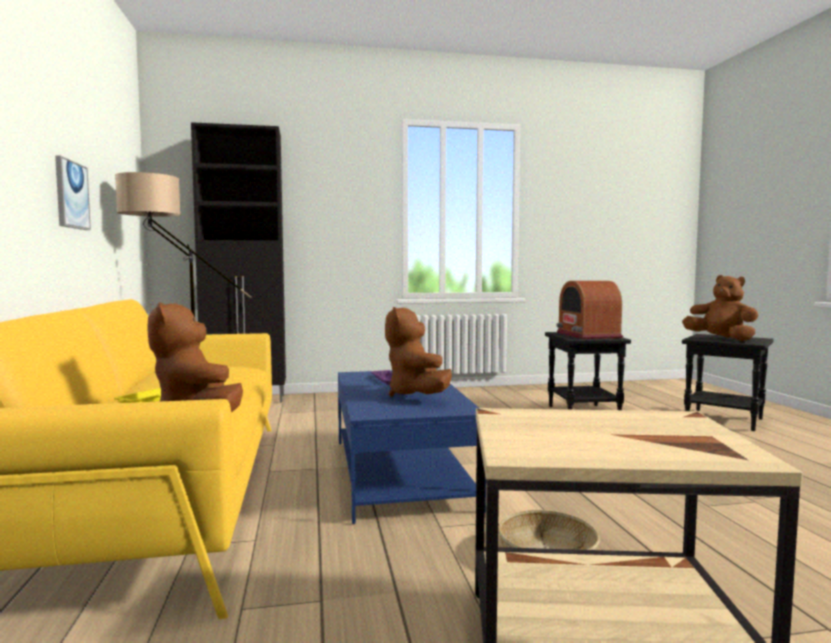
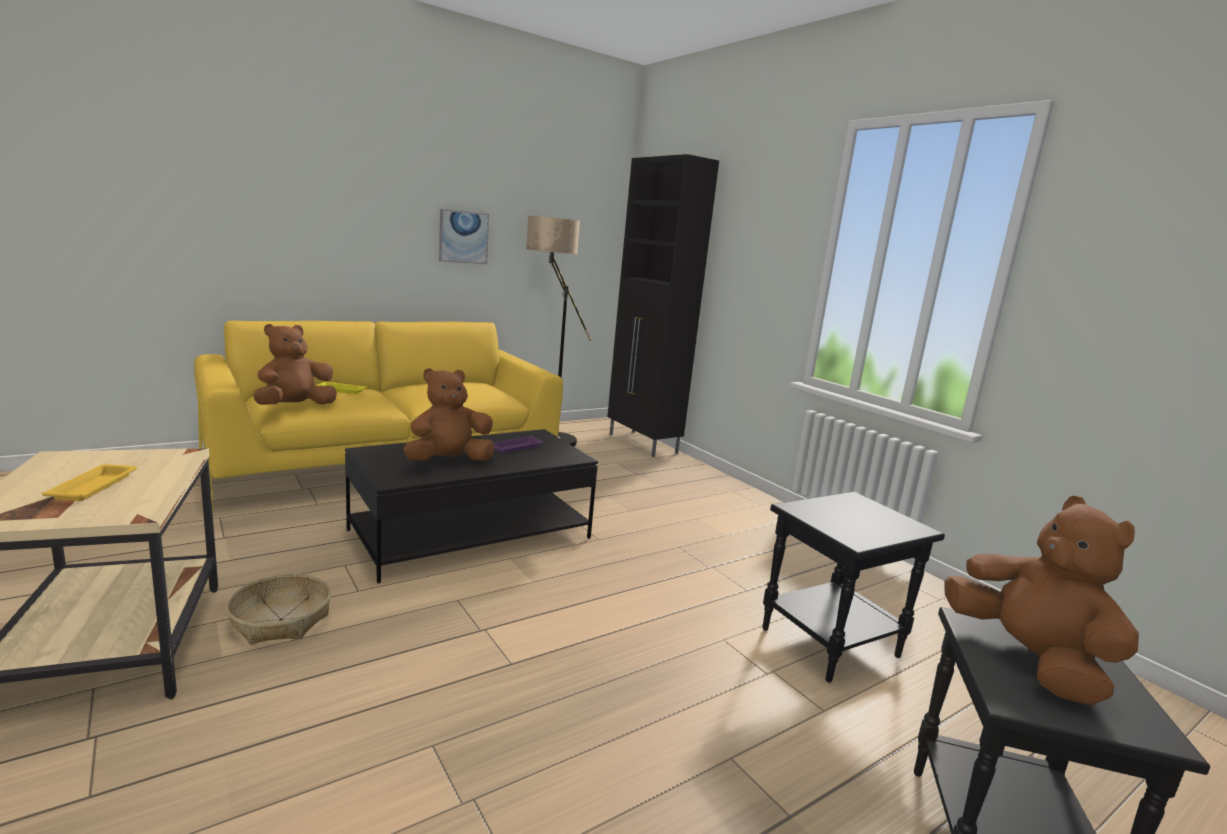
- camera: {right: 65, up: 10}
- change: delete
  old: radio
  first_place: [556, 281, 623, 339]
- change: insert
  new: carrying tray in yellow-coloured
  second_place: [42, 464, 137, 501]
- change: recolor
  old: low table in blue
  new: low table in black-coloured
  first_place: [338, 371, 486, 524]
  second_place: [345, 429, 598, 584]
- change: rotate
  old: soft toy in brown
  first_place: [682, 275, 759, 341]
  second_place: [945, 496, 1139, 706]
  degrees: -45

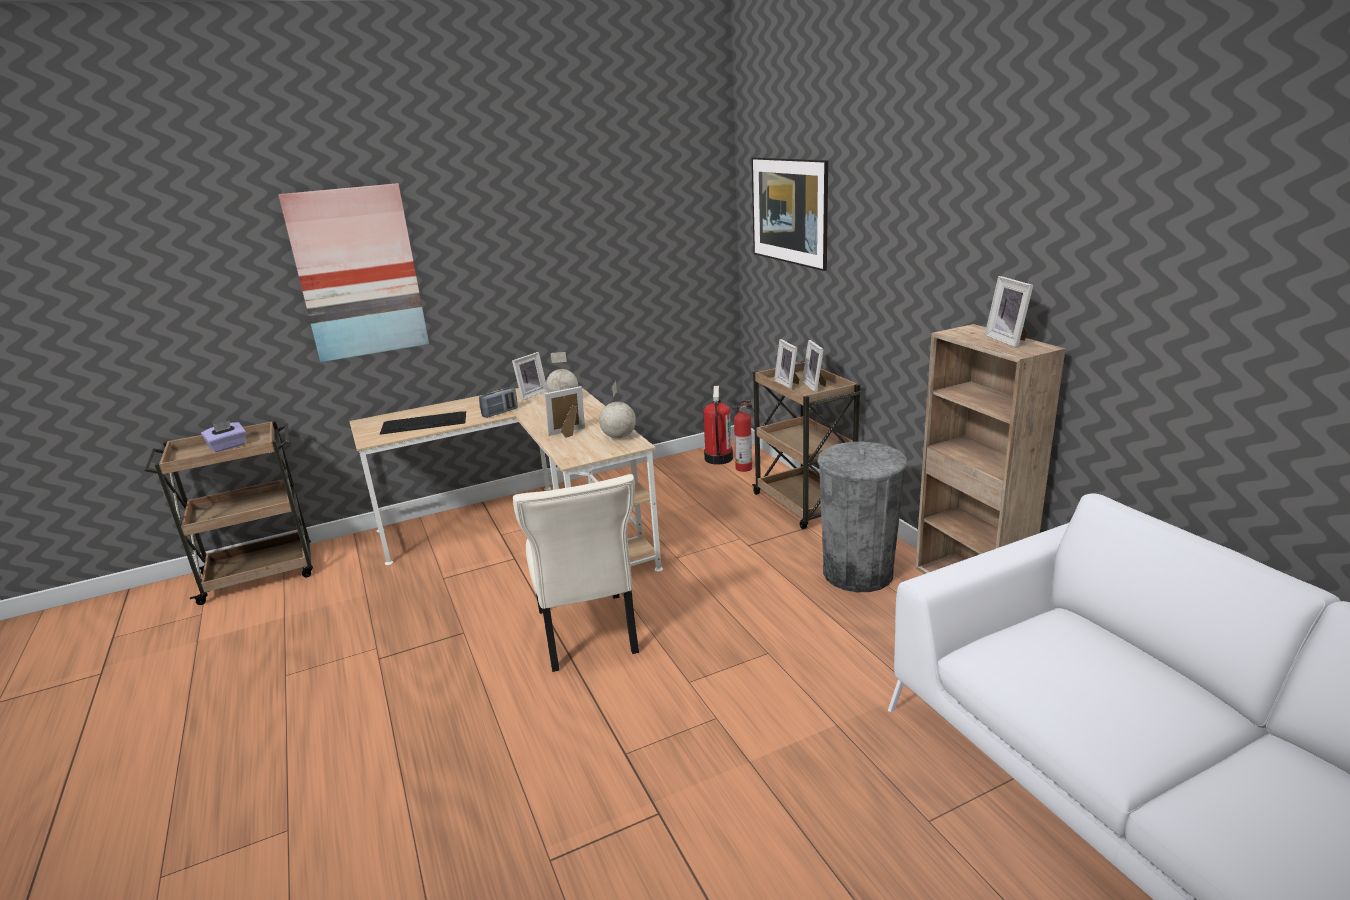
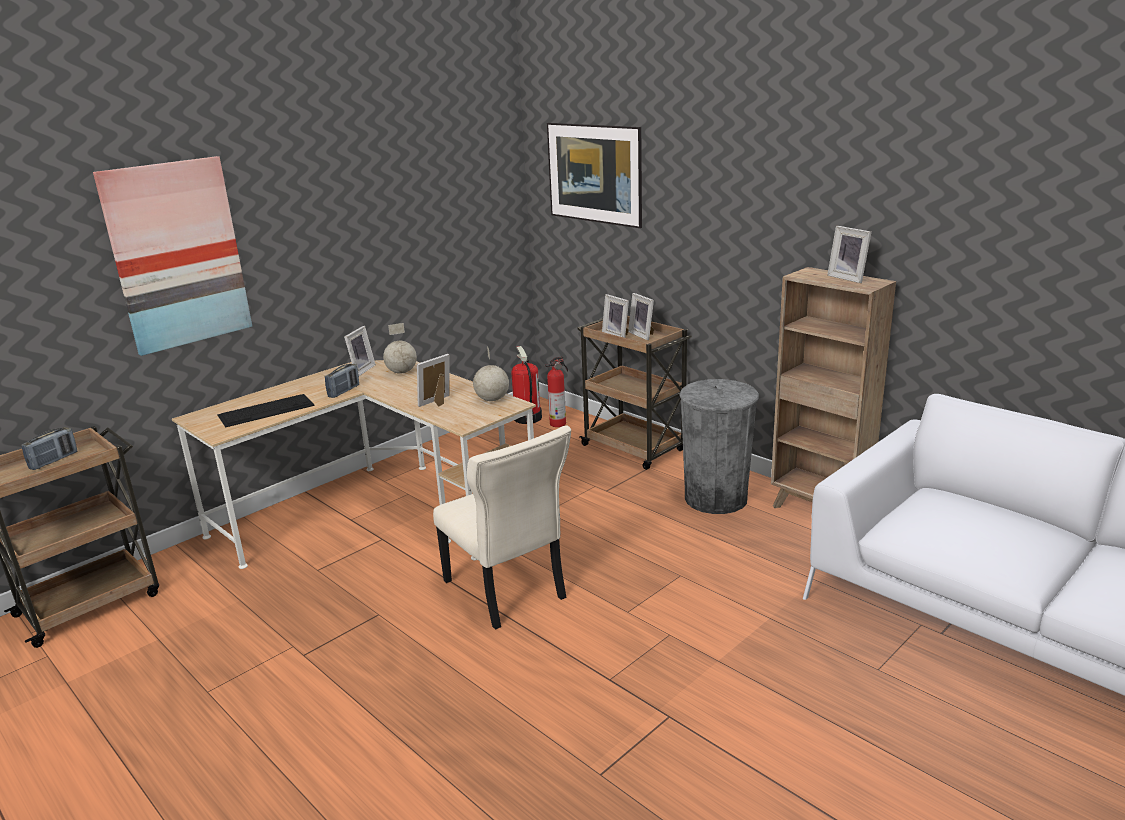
- camera: {right: -20, up: 0}
- change: replace
  old: tissue holder in purple
  new: radio
  first_place: [201, 420, 246, 452]
  second_place: [21, 427, 77, 470]

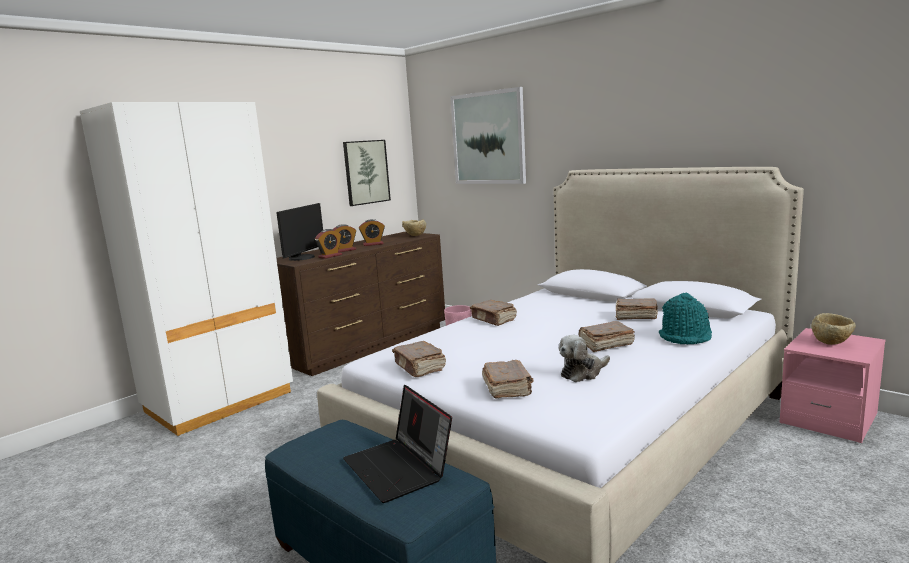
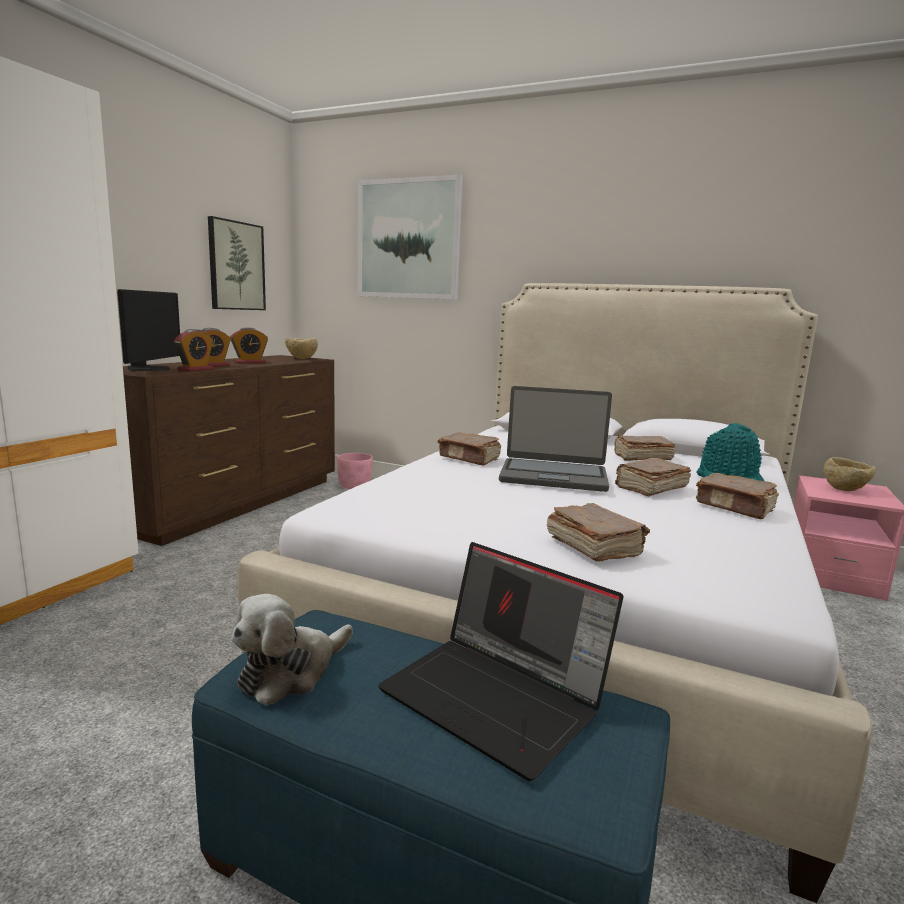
- camera: {right: -20, up: 0}
- change: insert
  new: laptop
  second_place: [499, 386, 612, 492]
- change: move
  old: book in brown
  first_place: [392, 341, 446, 377]
  second_place: [696, 473, 779, 519]
- change: move
  old: soft toy
  first_place: [559, 335, 610, 382]
  second_place: [231, 594, 353, 705]

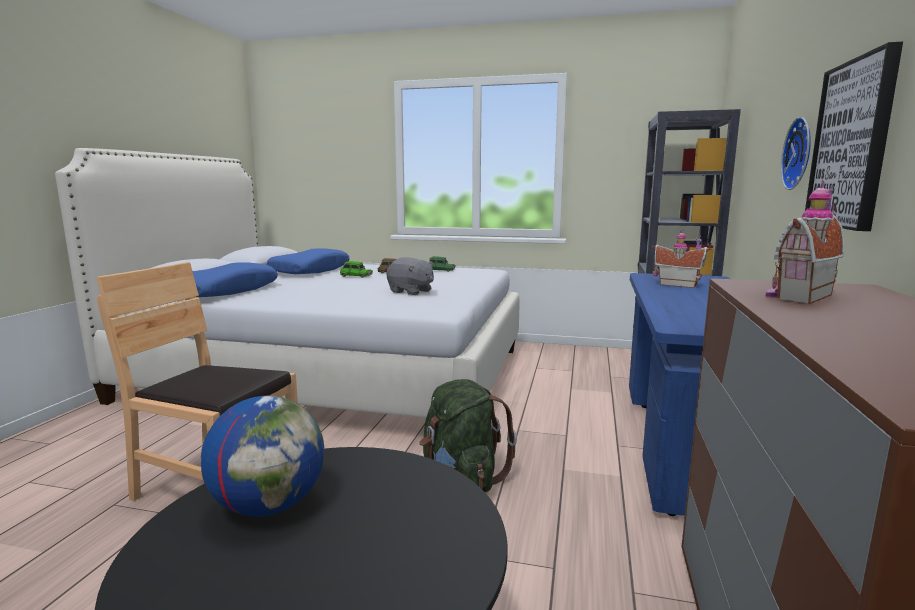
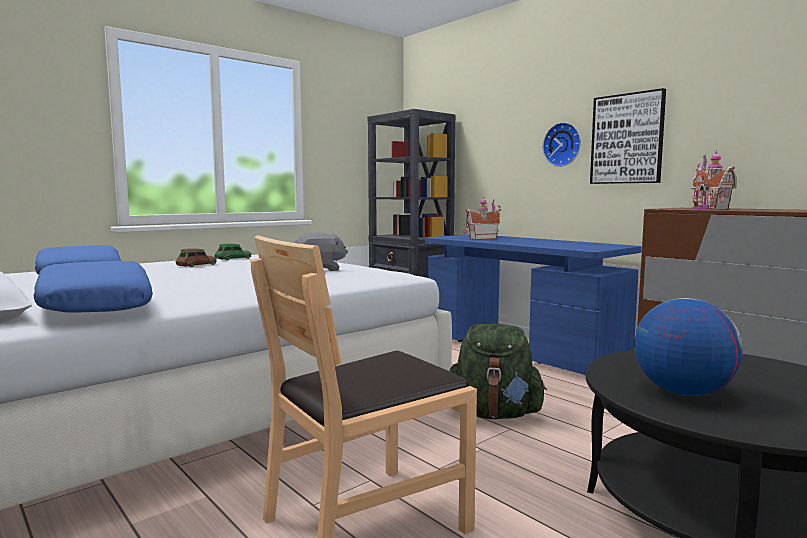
- camera: {right: -55, up: -5}
- change: delete
  old: toy car in green-coloured
  first_place: [340, 261, 373, 278]

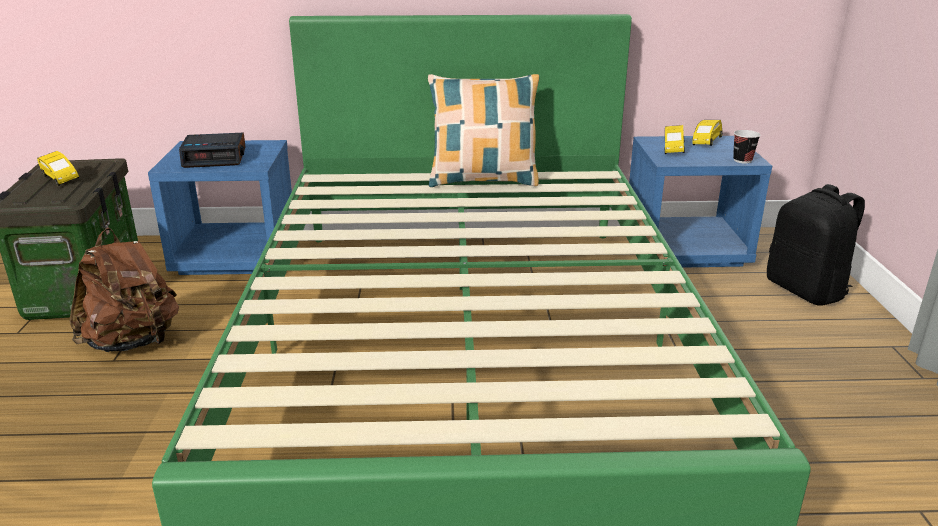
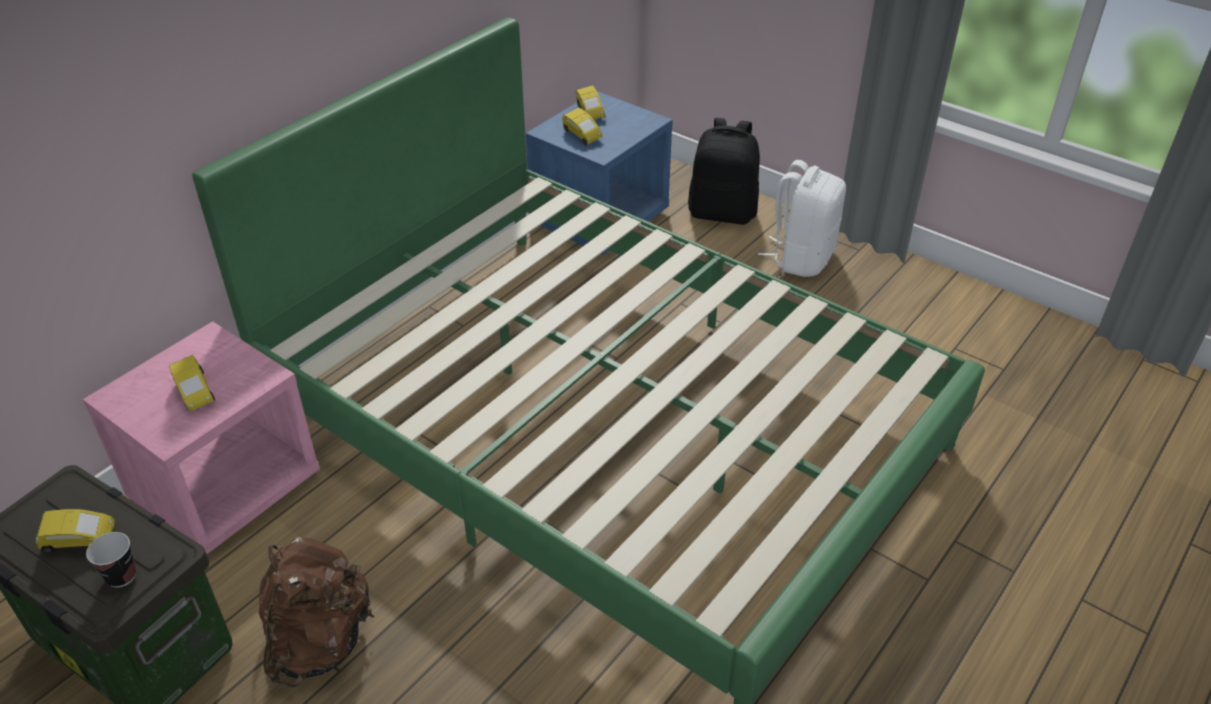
- camera: {right: -50, up: 15}
- change: delete
  old: throw pillow
  first_place: [428, 74, 540, 187]
- change: insert
  new: backpack in white
  second_place: [758, 160, 846, 277]
- change: move
  old: cup
  first_place: [733, 130, 760, 163]
  second_place: [86, 532, 136, 587]
- change: replace
  old: bedside clock
  new: toy car in yellow-coloured
  first_place: [179, 132, 246, 168]
  second_place: [169, 355, 215, 412]
- change: recolor
  old: bedside table in blue
  new: bedside table in pink-coloured
  first_place: [148, 140, 292, 275]
  second_place: [83, 321, 320, 554]

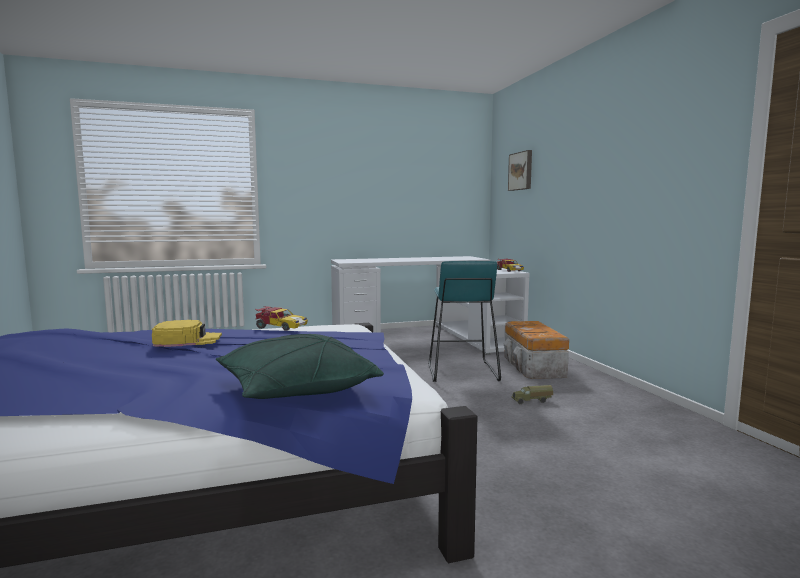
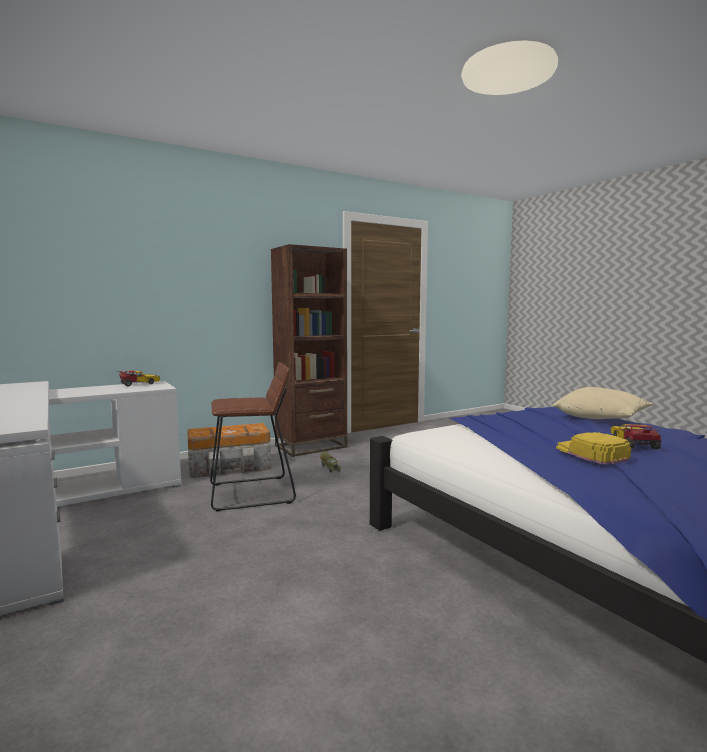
- camera: {right: -105, up: 0}
- change: delete
  old: picture
  first_place: [508, 150, 532, 191]
- change: insert
  new: bookcase in brown
  second_place: [271, 244, 348, 457]
- change: move
  old: toy car
  first_place: [255, 306, 308, 331]
  second_place: [611, 424, 661, 449]
- change: recolor
  old: throw pillow in green-coloured
  new: throw pillow in beige
  first_place: [216, 334, 384, 399]
  second_place: [553, 387, 653, 419]
- change: recolor
  old: stool seat in blue-green
  new: stool seat in brown
  first_place: [428, 261, 501, 382]
  second_place: [210, 362, 296, 511]

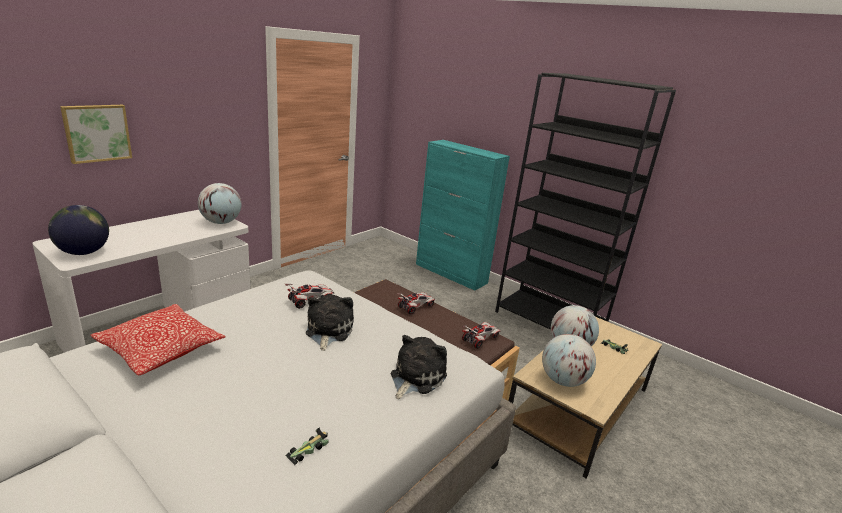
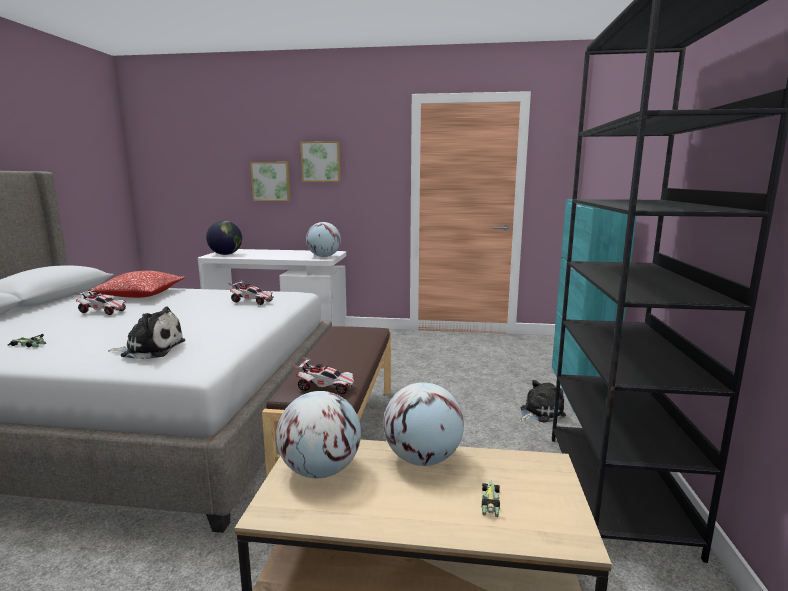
- camera: {right: 60, up: -10}
- change: insert
  new: picture
  second_place: [301, 141, 341, 182]
- change: move
  old: soft toy
  first_place: [306, 295, 354, 351]
  second_place: [519, 380, 566, 422]
- change: move
  old: toy car
  first_place: [397, 292, 435, 315]
  second_place: [74, 288, 126, 315]

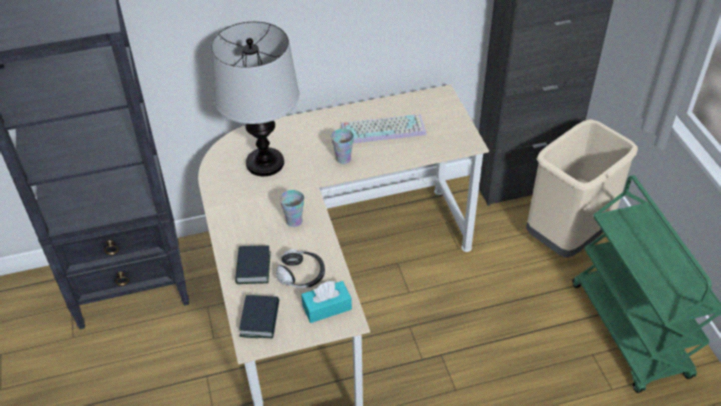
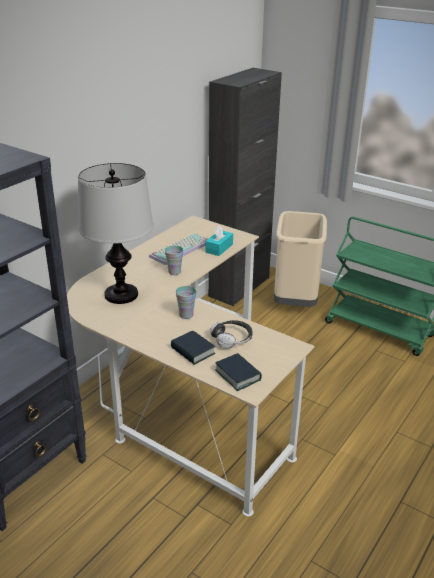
- camera: {right: -40, up: -15}
- change: move
  old: tissue holder in blue-green
  first_place: [301, 280, 352, 323]
  second_place: [206, 226, 233, 256]

